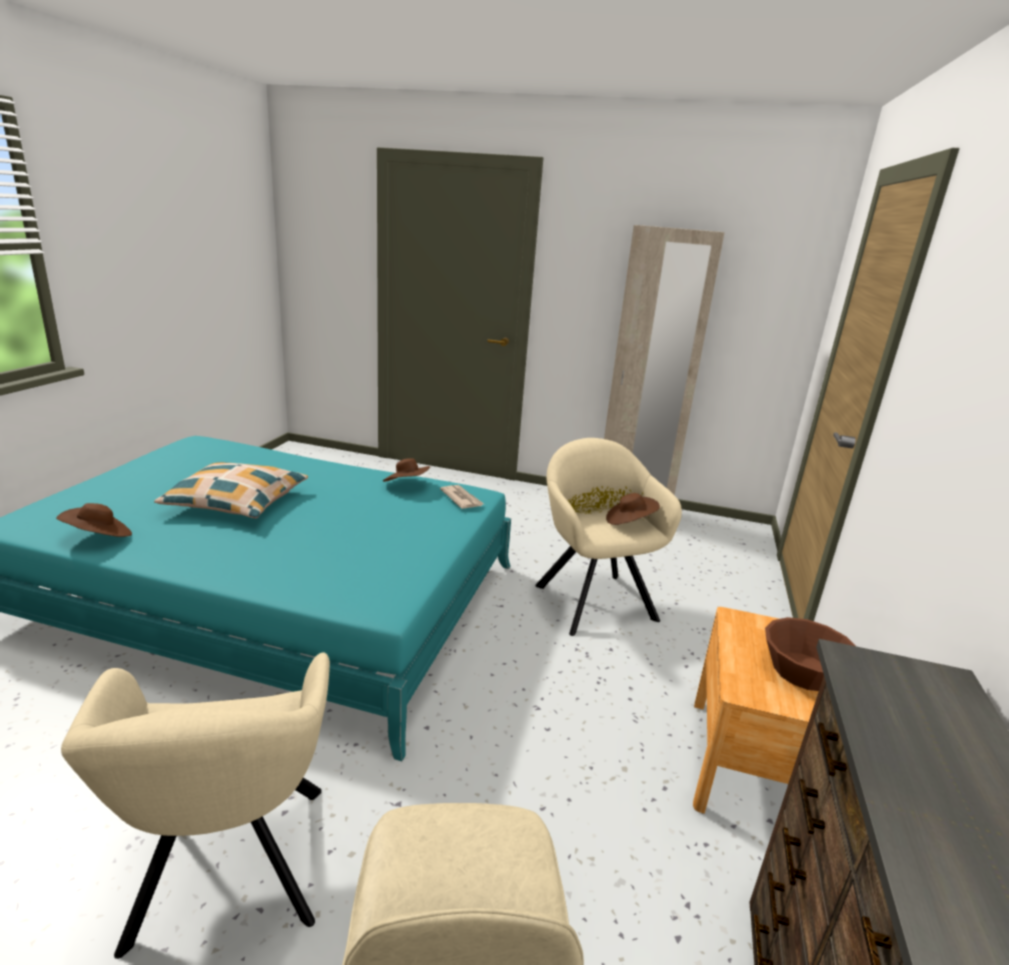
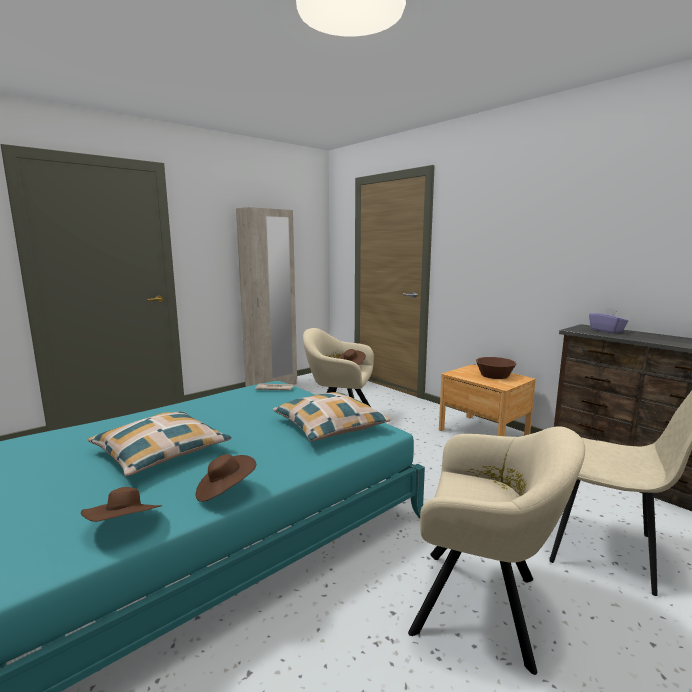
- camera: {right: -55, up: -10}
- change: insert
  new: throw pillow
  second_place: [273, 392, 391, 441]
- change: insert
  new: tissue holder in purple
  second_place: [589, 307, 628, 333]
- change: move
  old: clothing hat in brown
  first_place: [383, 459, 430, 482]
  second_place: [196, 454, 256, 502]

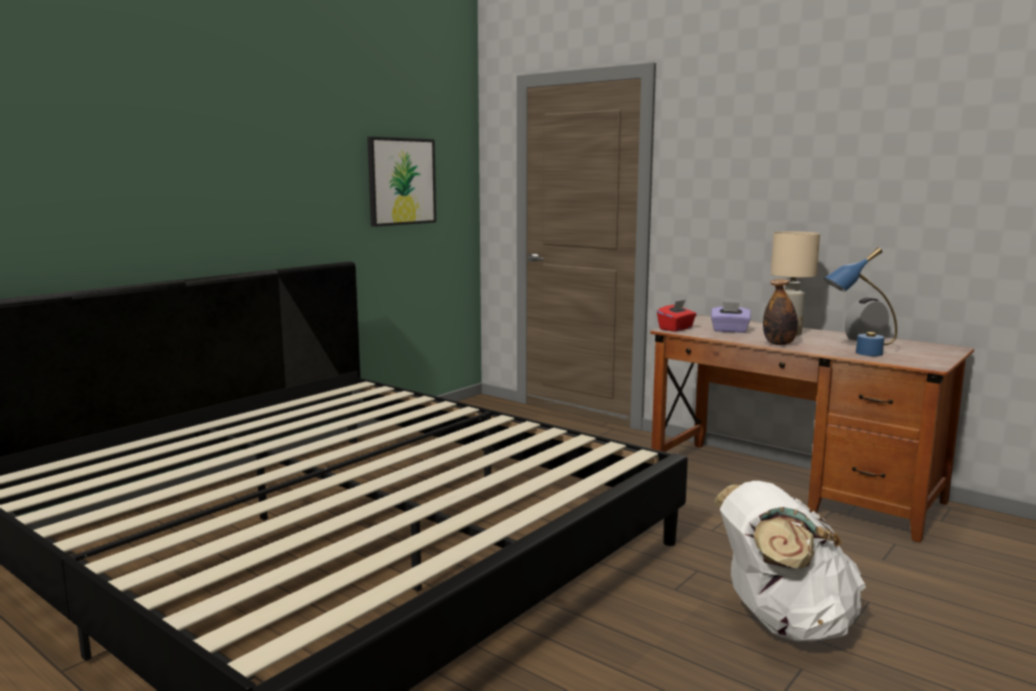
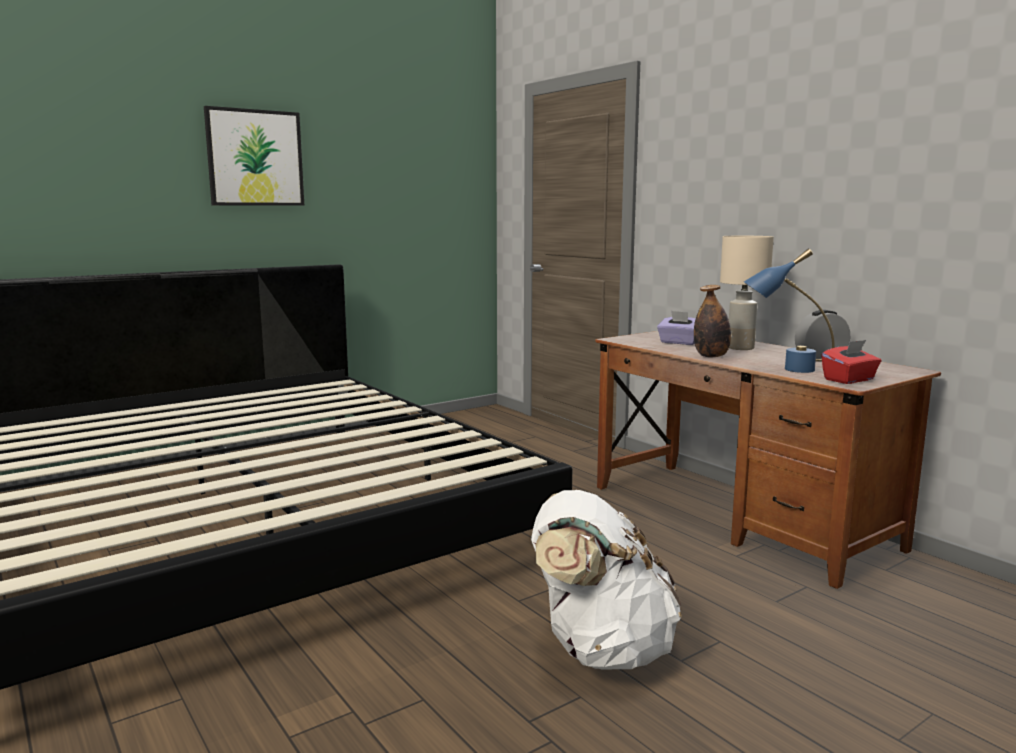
- camera: {right: 15, up: 0}
- change: move
  old: picture
  first_place: [367, 137, 436, 227]
  second_place: [204, 106, 304, 206]
- change: move
  old: tissue holder in red
  first_place: [657, 300, 696, 332]
  second_place: [821, 340, 881, 384]

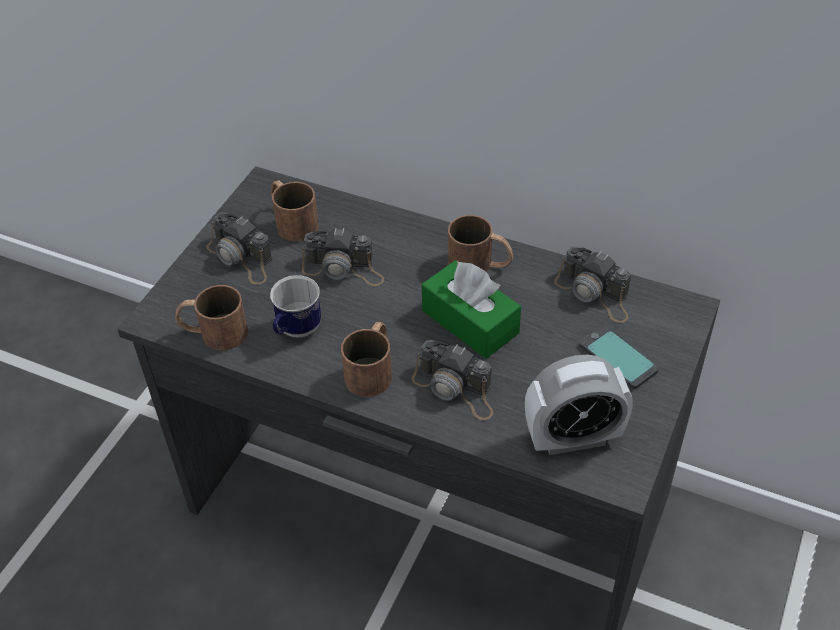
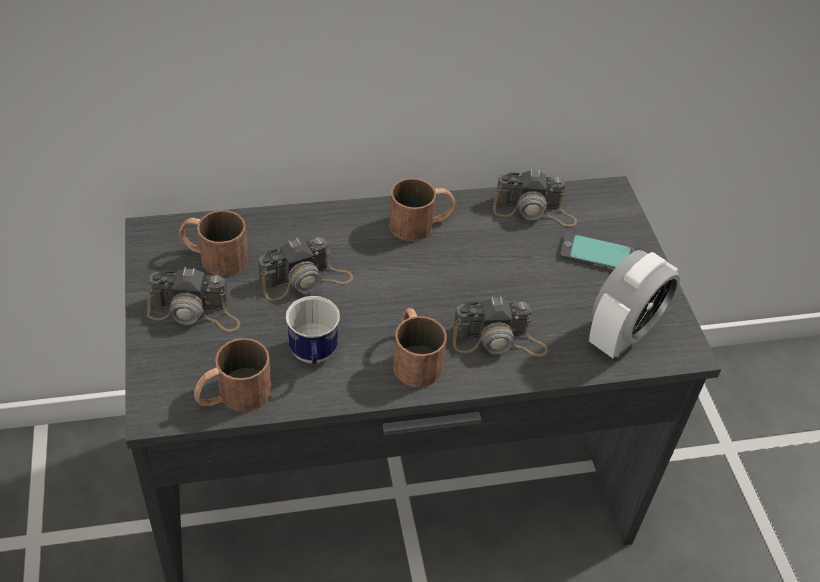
- camera: {right: -40, up: 0}
- change: delete
  old: tissue holder in green-coloured
  first_place: [422, 260, 521, 358]

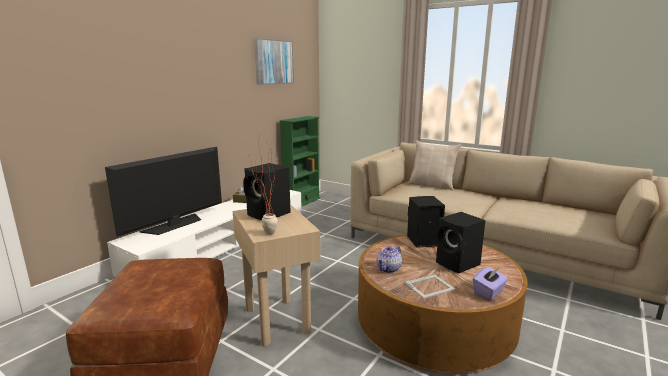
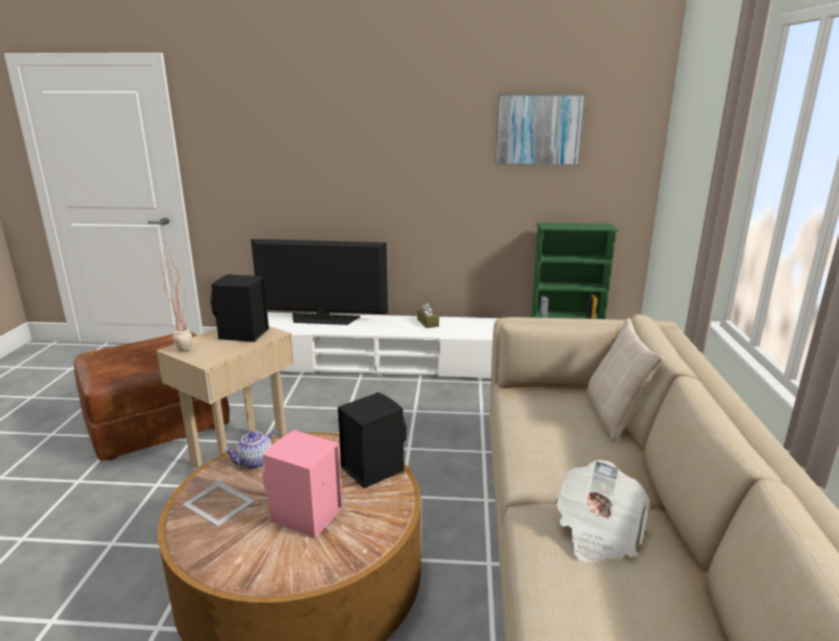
- camera: {right: 60, up: 5}
- change: delete
  old: tissue holder in purple
  first_place: [473, 267, 508, 300]
- change: insert
  new: newspaper
  second_place: [555, 460, 650, 562]
- change: recolor
  old: audio speaker in black-coloured
  new: audio speaker in pink-coloured
  first_place: [436, 212, 486, 273]
  second_place: [262, 430, 342, 538]
- change: rotate
  old: pot for tea
  first_place: [377, 245, 402, 273]
  second_place: [224, 430, 282, 469]
  degrees: -45

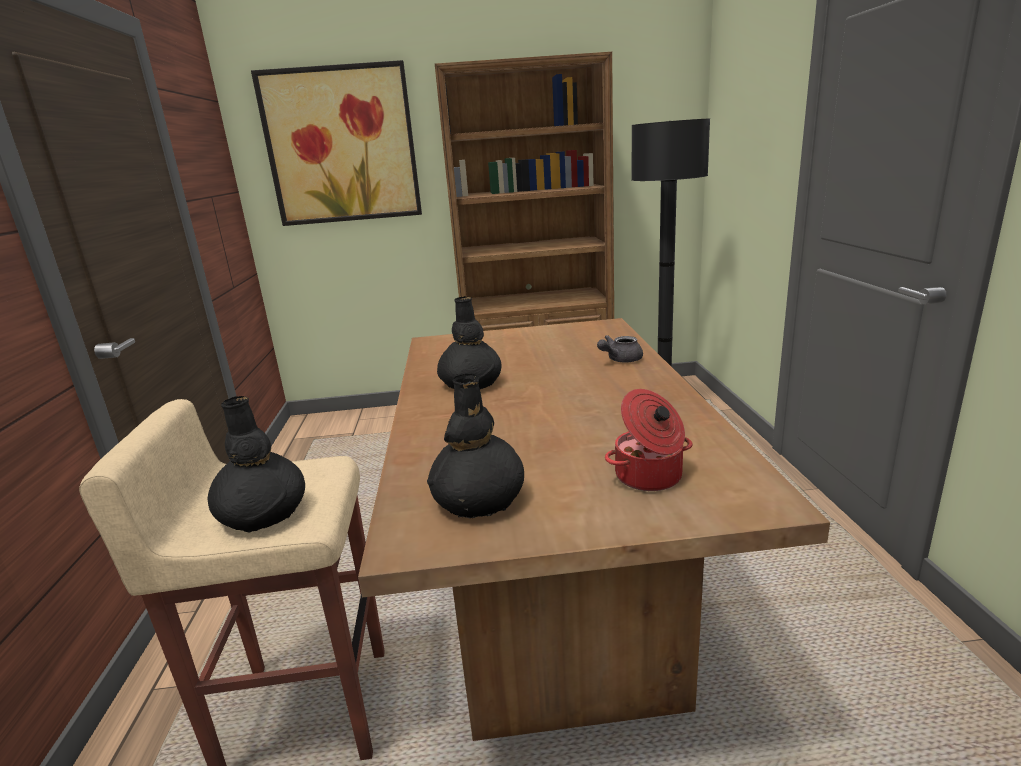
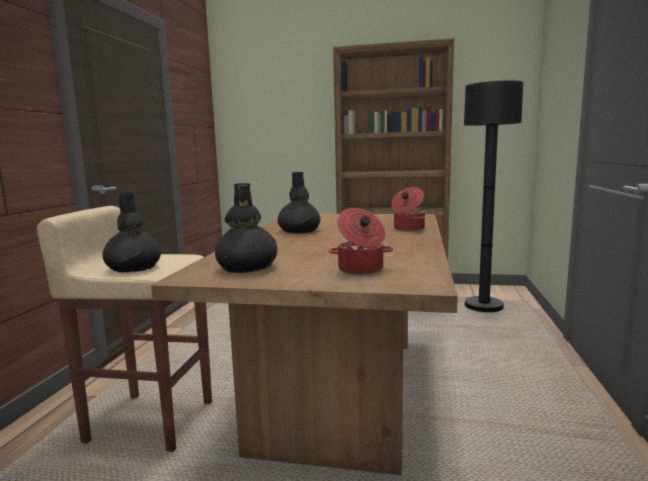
- camera: {right: 15, up: -10}
- change: delete
  old: picture
  first_place: [251, 60, 422, 226]
- change: replace
  old: pot for tea in greyish
  new: saucepot
  first_place: [597, 335, 643, 363]
  second_place: [392, 187, 425, 231]

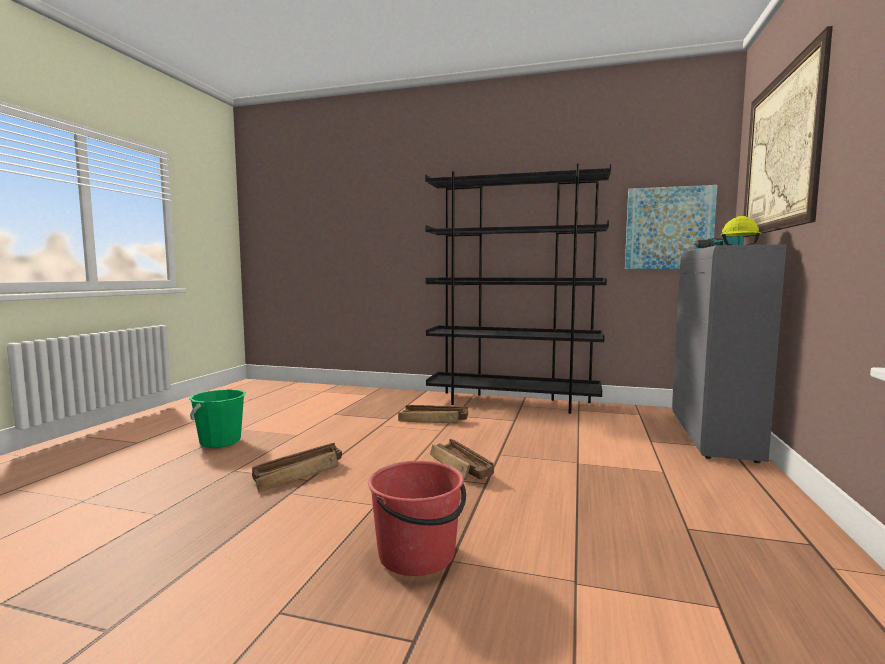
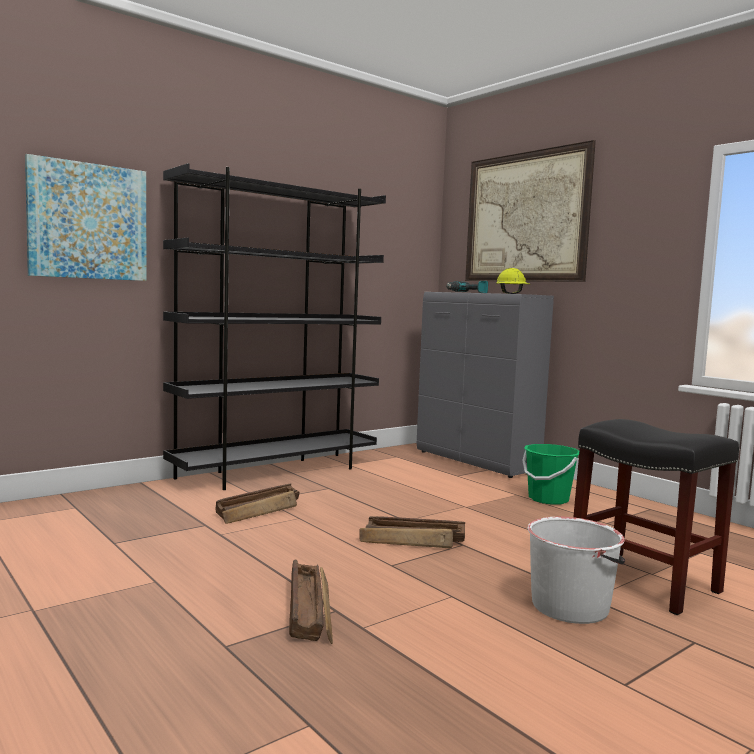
- camera: {right: -55, up: 0}
- change: insert
  new: stool seat in black-coloured
  second_place: [573, 419, 739, 615]
- change: move
  old: water bucket in green-coloured
  first_place: [189, 389, 246, 448]
  second_place: [522, 444, 579, 505]
- change: move
  old: picture
  first_place: [625, 185, 717, 269]
  second_place: [25, 154, 147, 281]
- change: recolor
  old: water bucket in red
  new: water bucket in white
  first_place: [368, 461, 466, 576]
  second_place: [528, 517, 625, 624]

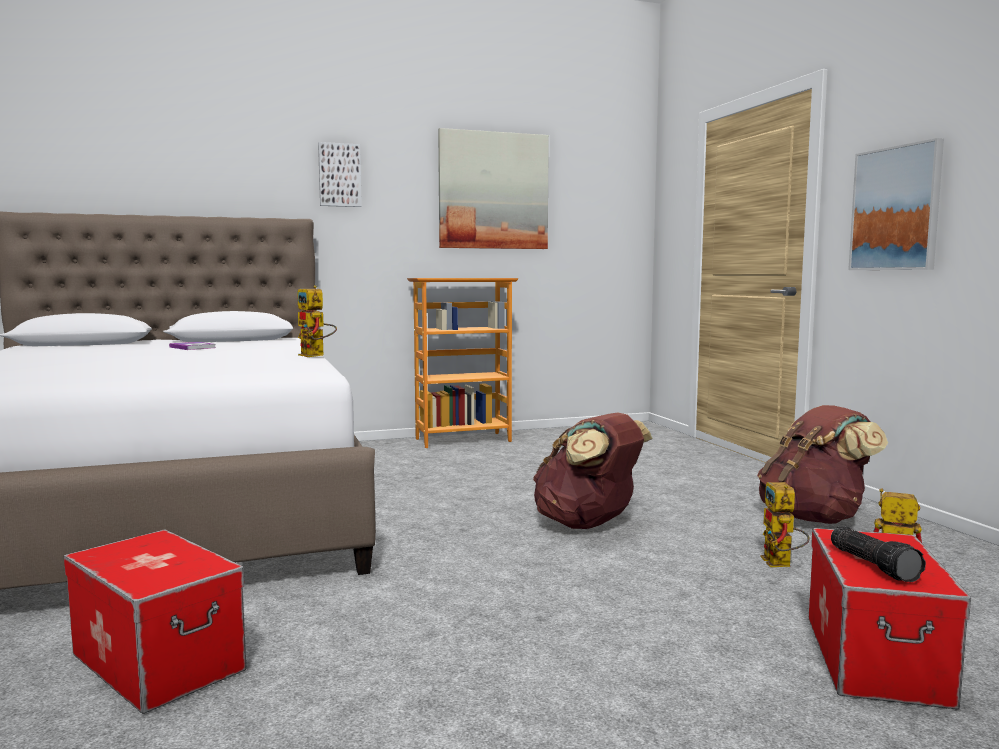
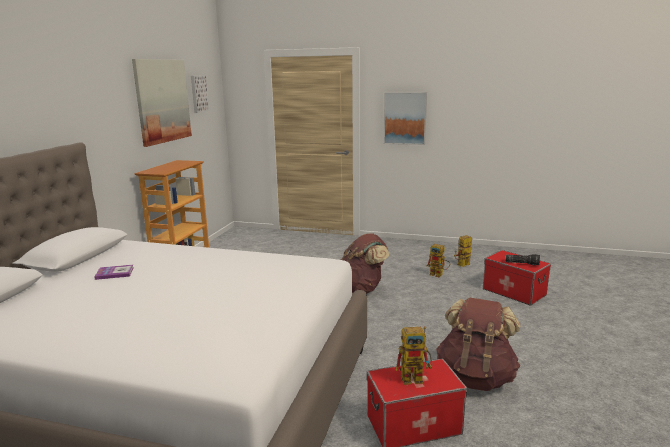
- camera: {right: -55, up: 10}
- change: move
  old: toy robot
  first_place: [297, 285, 337, 357]
  second_place: [395, 326, 432, 385]
- change: move
  old: picture
  first_place: [318, 142, 362, 207]
  second_place: [191, 75, 209, 113]
- change: move
  old: backpack in brown
  first_place: [757, 405, 888, 524]
  second_place: [436, 297, 520, 391]

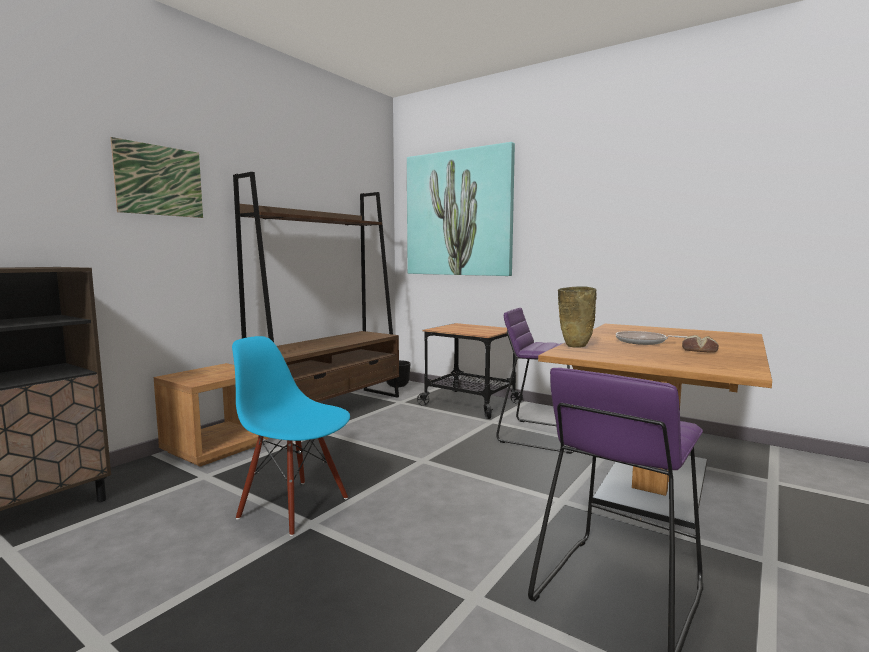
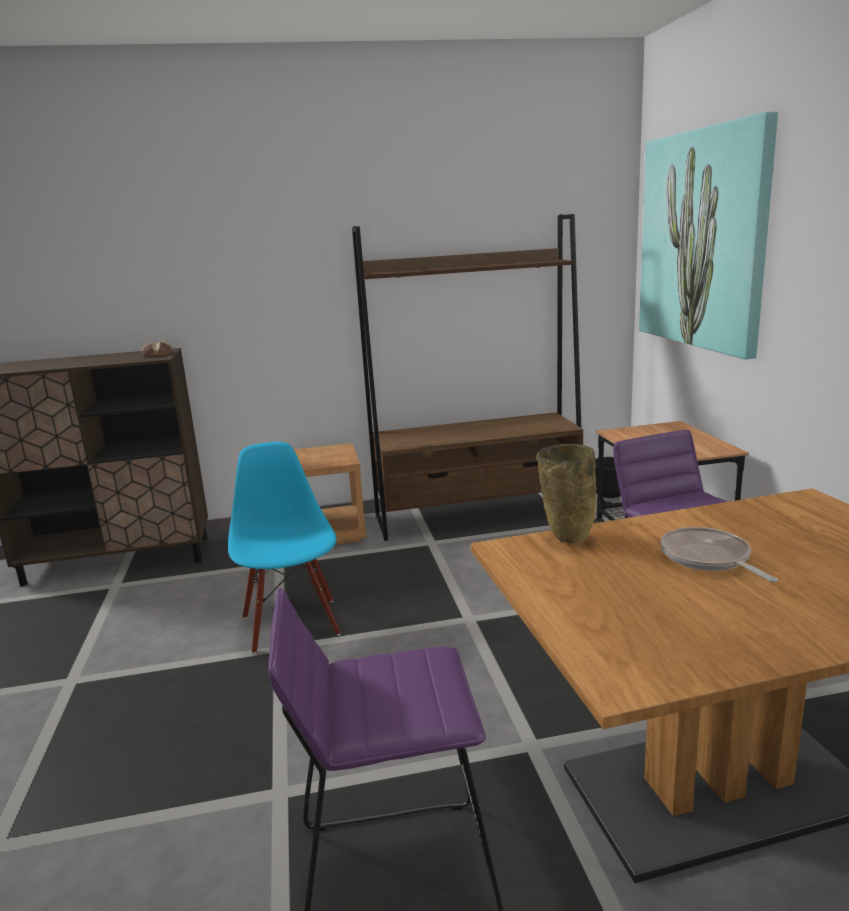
- camera: {right: 45, up: 10}
- change: delete
  old: picture
  first_place: [111, 137, 203, 218]
- change: move
  old: bread
  first_place: [682, 335, 719, 353]
  second_place: [142, 340, 172, 356]

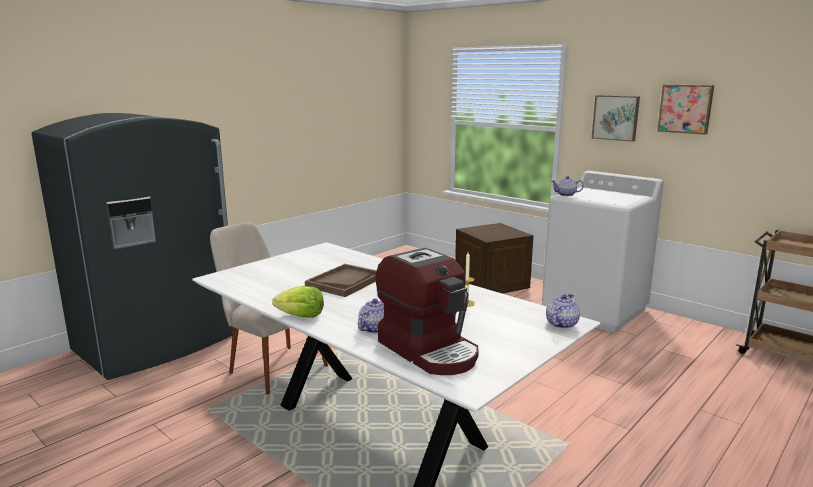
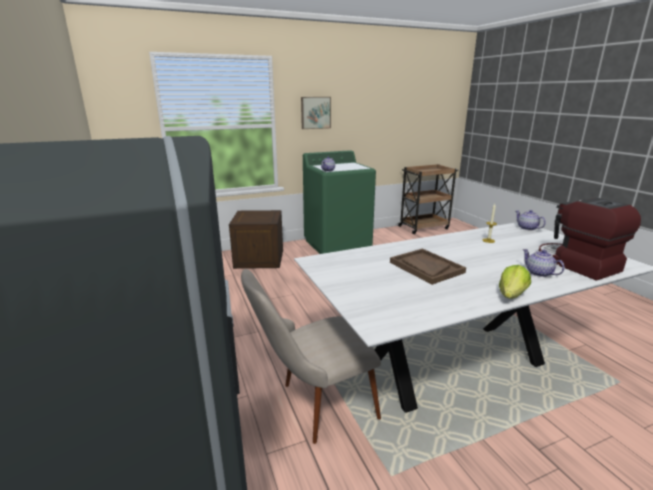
- camera: {right: -65, up: 5}
- change: delete
  old: picture
  first_place: [657, 84, 714, 135]
- change: recolor
  old: washing machine in white
  new: washing machine in green-coloured
  first_place: [542, 171, 664, 333]
  second_place: [303, 150, 376, 254]
- change: rotate
  old: coffee machine
  first_place: [376, 248, 479, 375]
  second_place: [539, 198, 641, 281]
  degrees: -105

